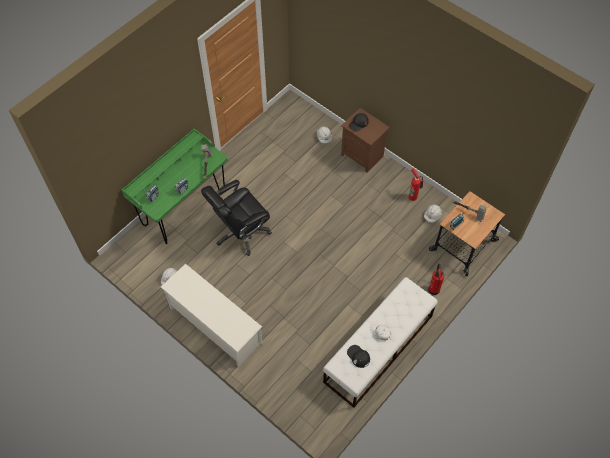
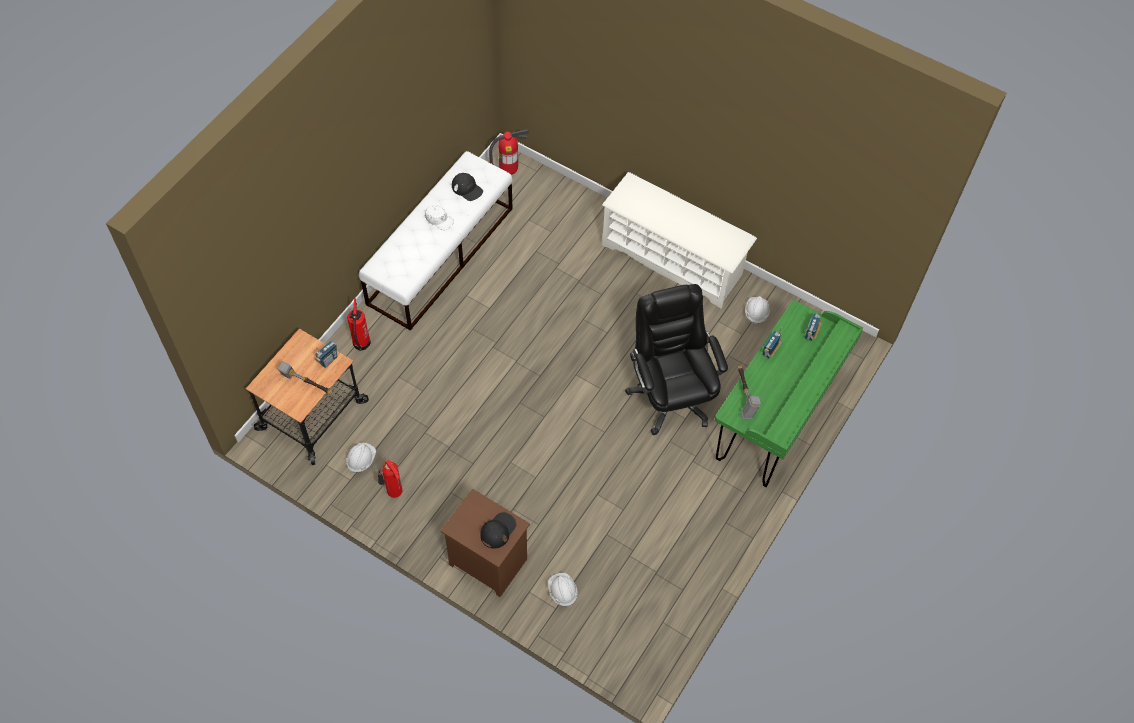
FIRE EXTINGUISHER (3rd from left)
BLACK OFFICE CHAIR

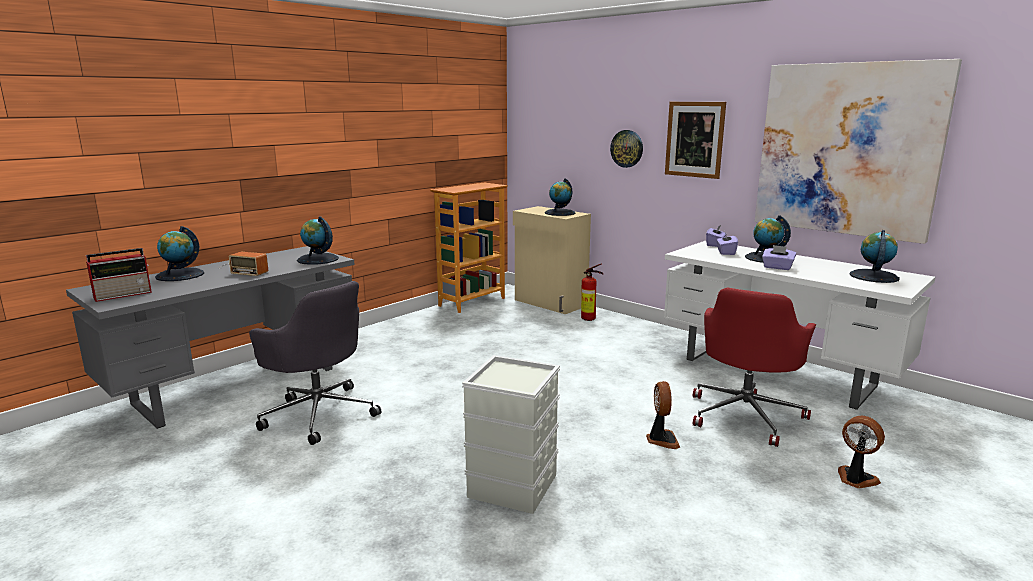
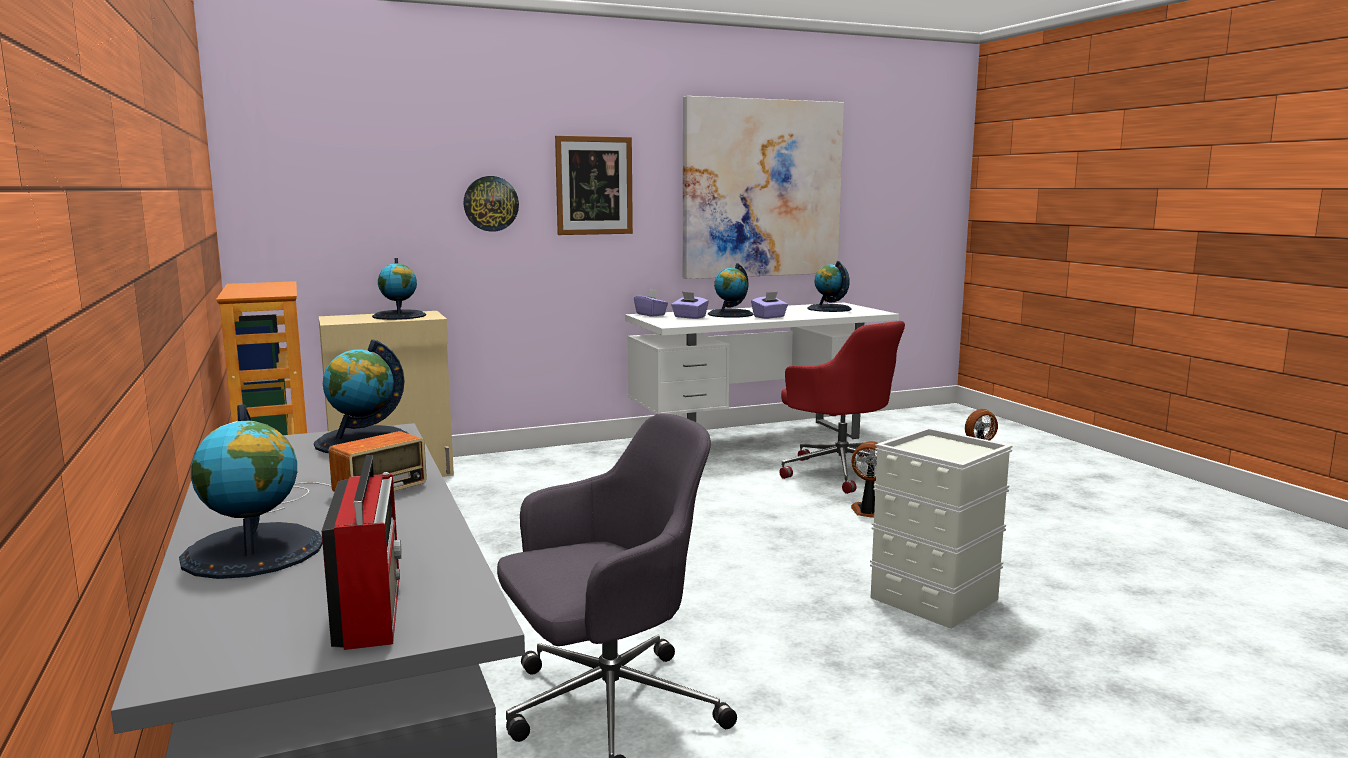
FIRE EXTINGUISHER

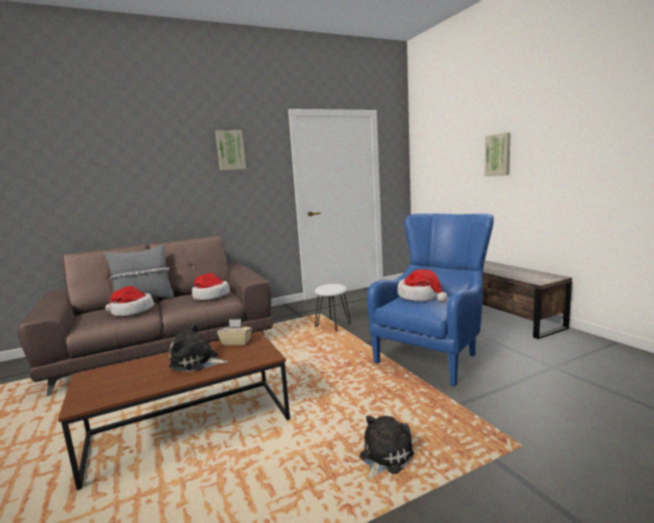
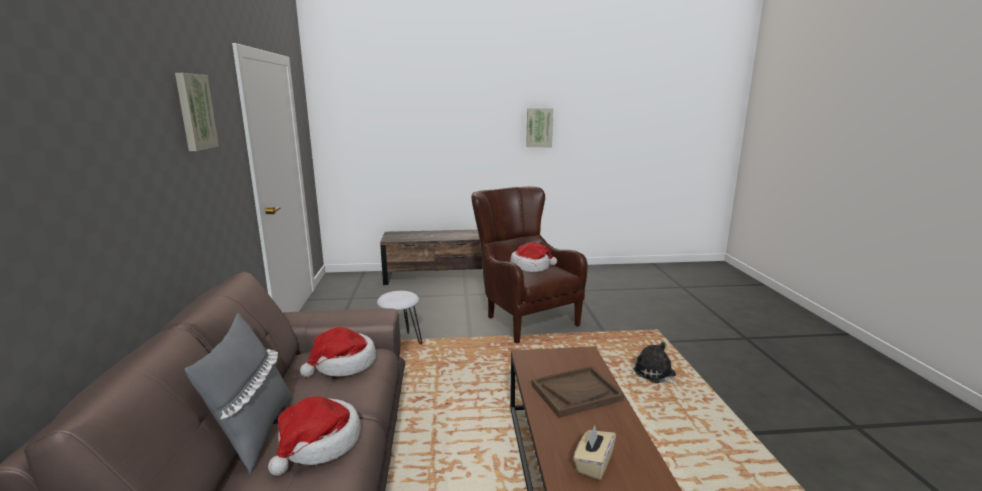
BEIGE TISSUE BOX
PICTURE (2nd from left)
BROWN TRAY
BROWN ARMCHAIR

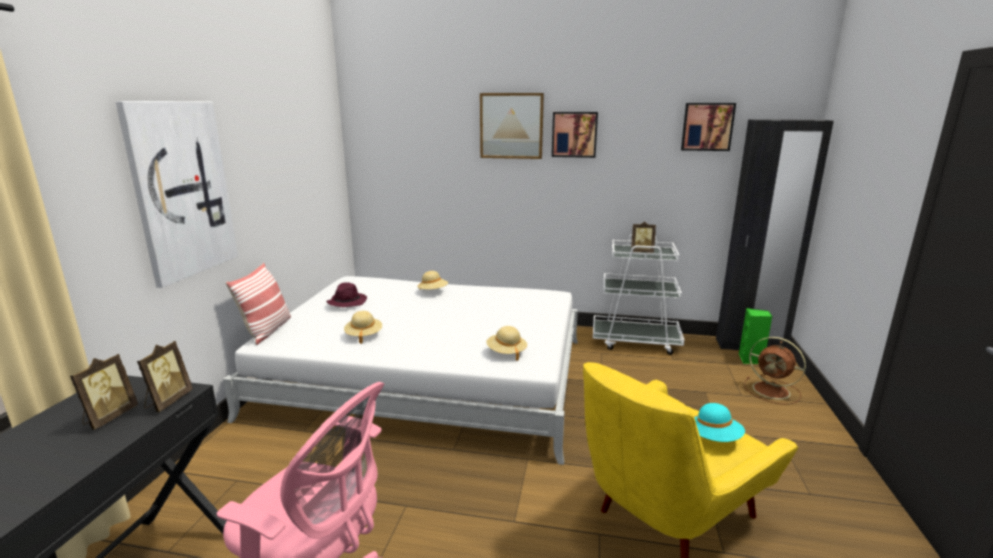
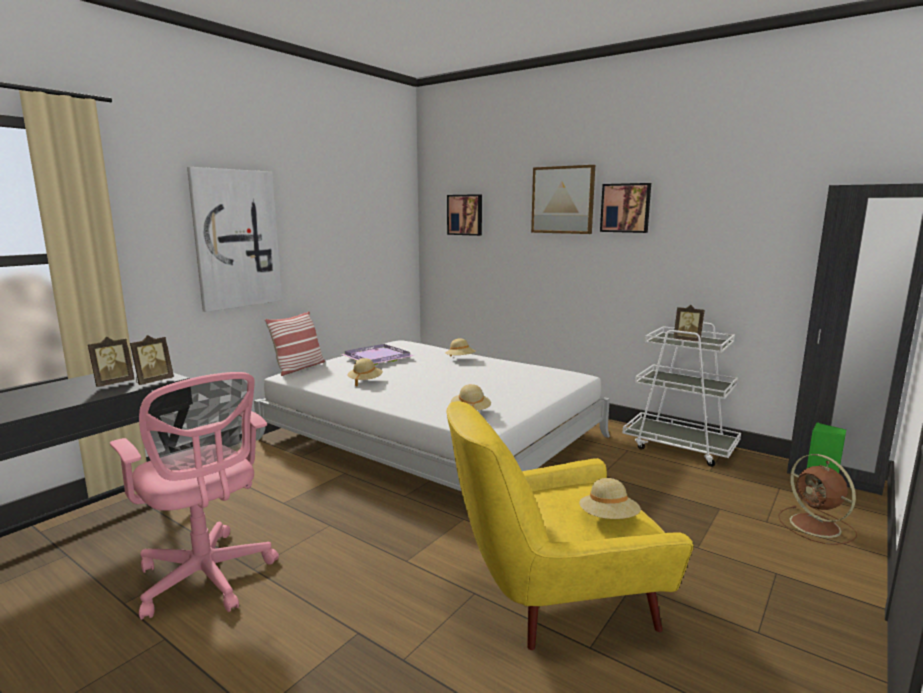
PICTURE (2nd from left)
PURPLE TRAY
BEIGE HAT (4th from left)

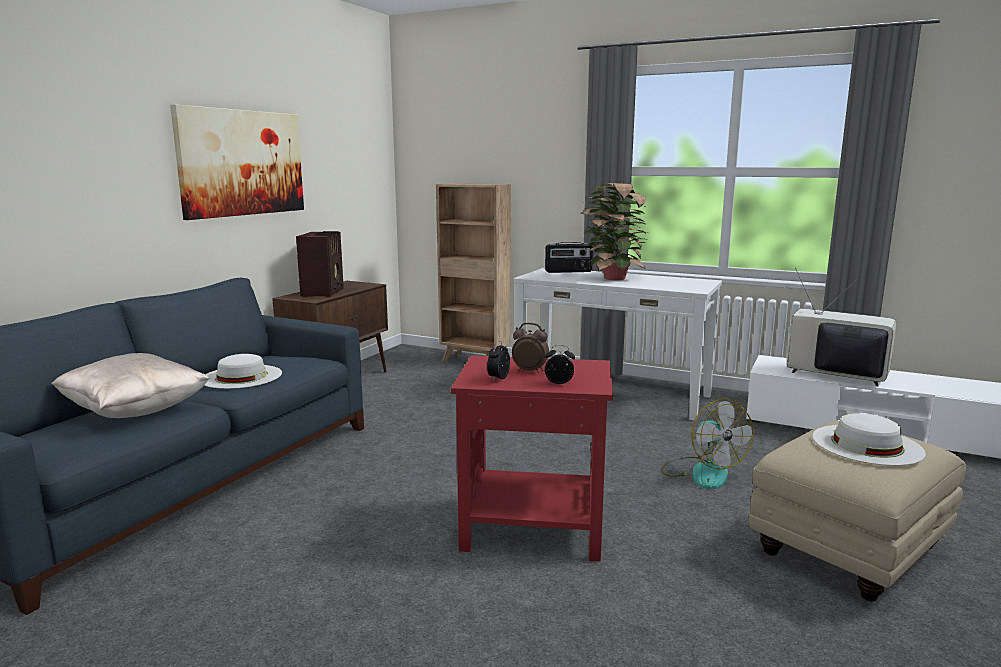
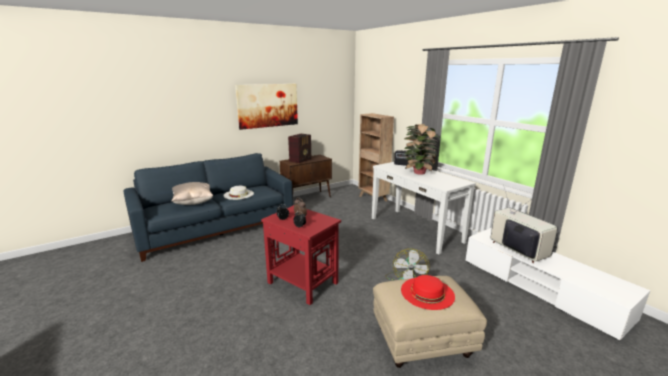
RED HAT

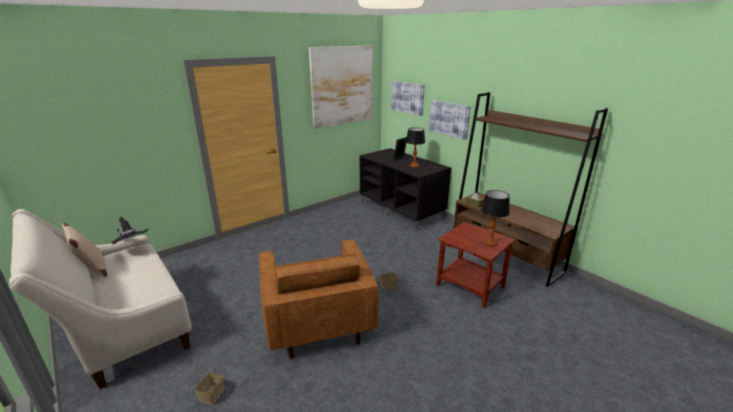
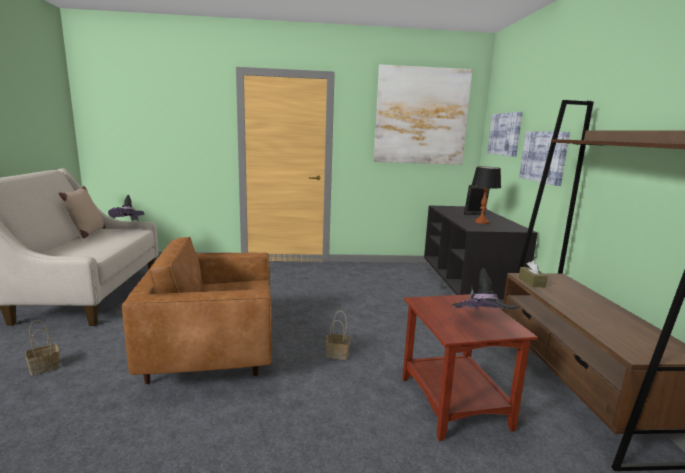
BLACK HAT (2nd from left)
BROWN ARMCHAIR

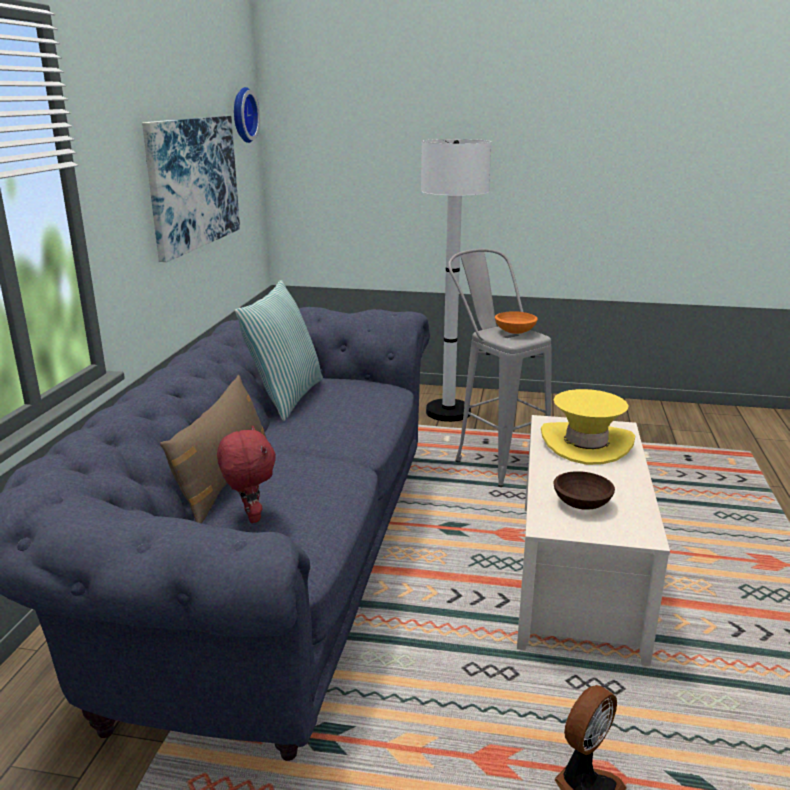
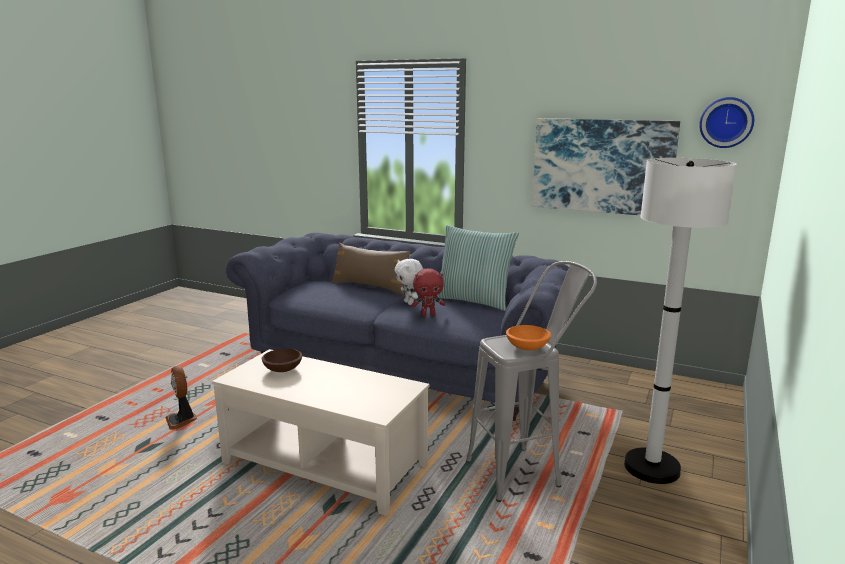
YELLOW HAT
WHITE PLUSH TOY
RED PLUSH TOY

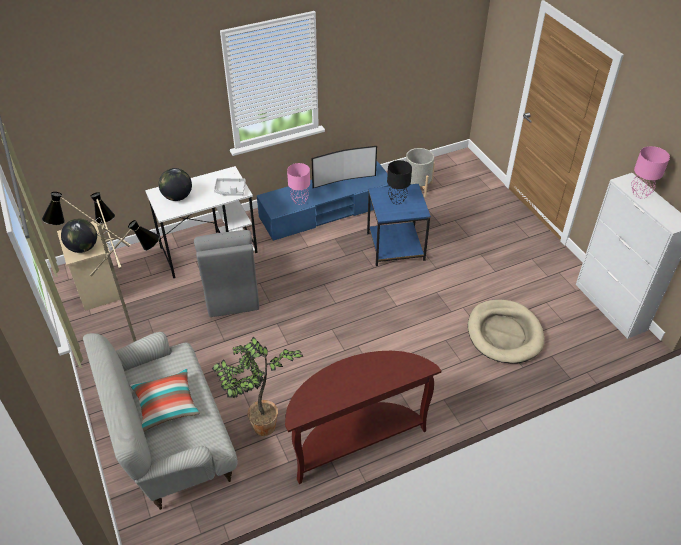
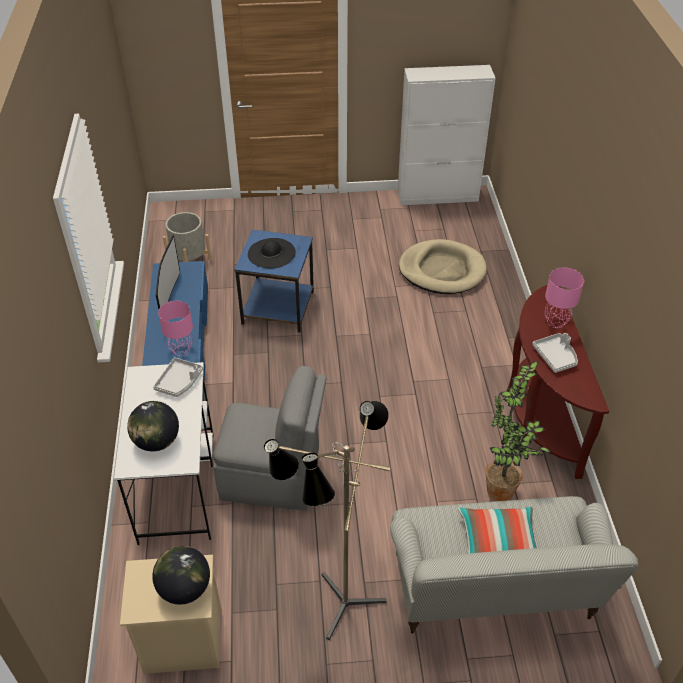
GREY TRAY (2nd from left)
PINK TABLE LAMP (2nd from left)
BLACK HAT

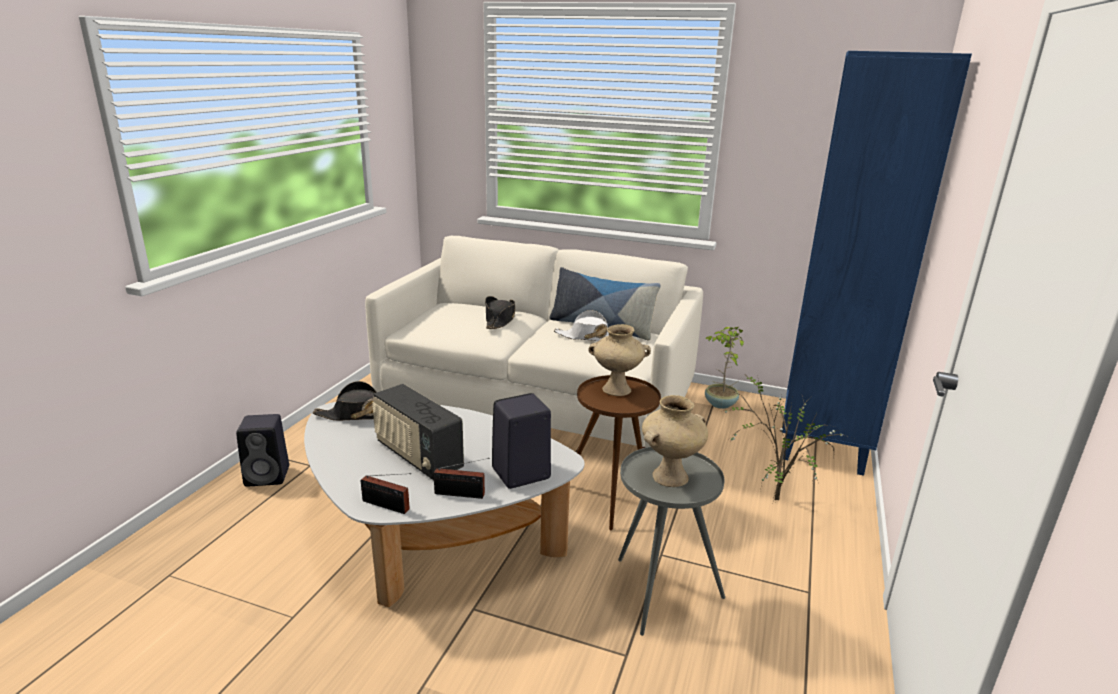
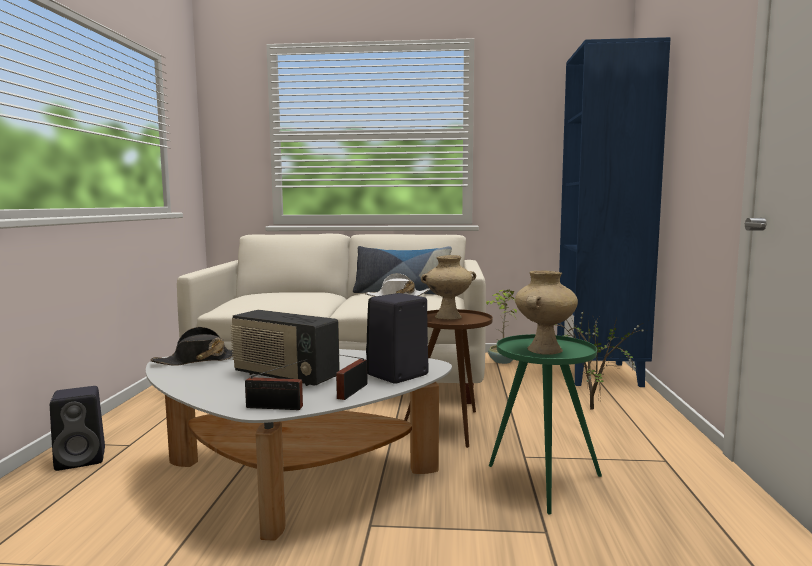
BLACK HAT (2nd from left in the first image)
GREEN SIDE TABLE
RADIO (3rd from left)

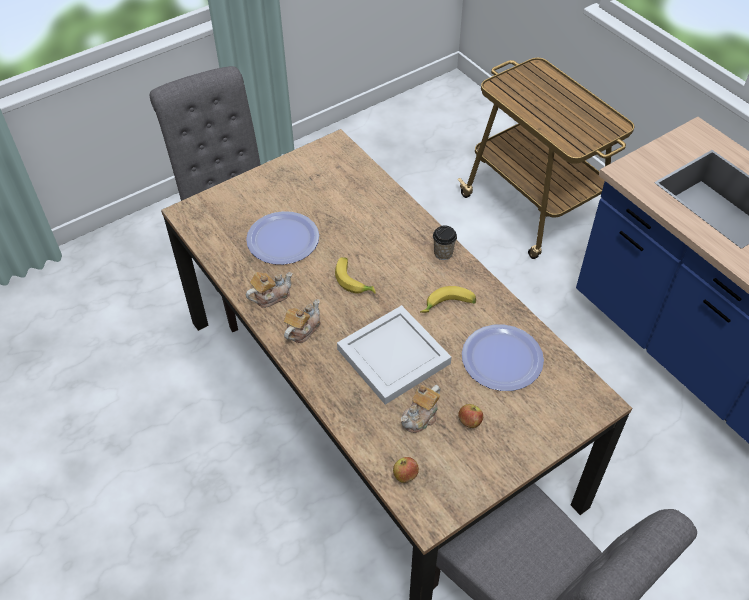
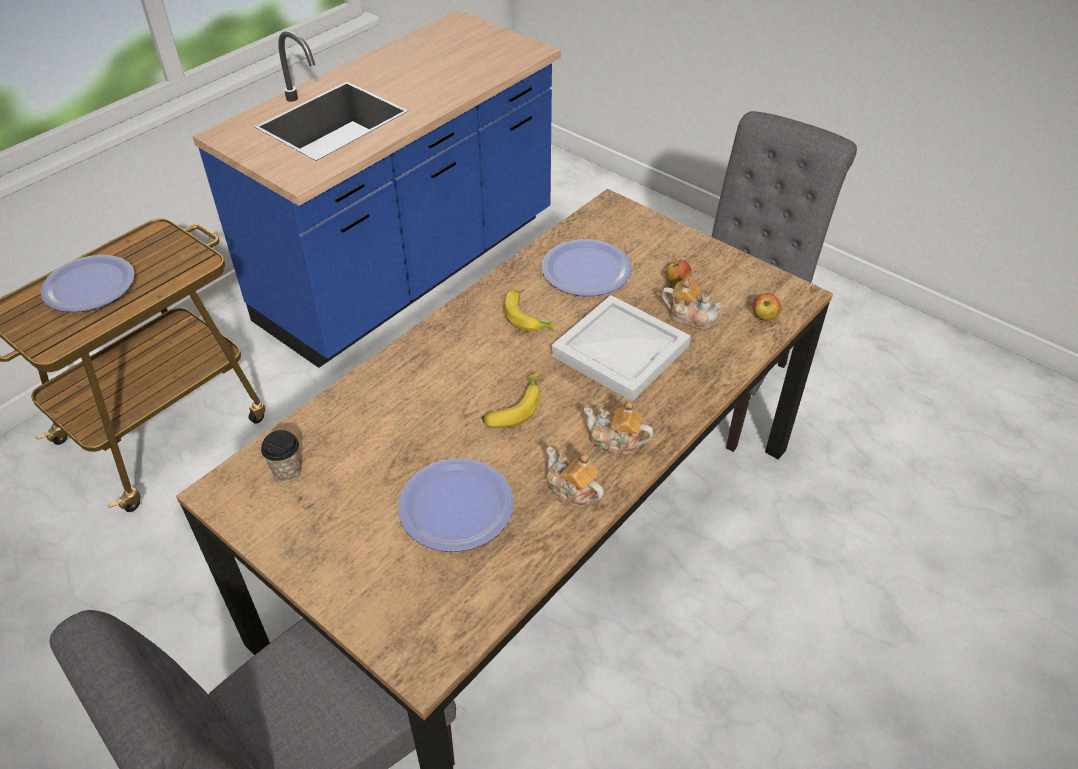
PLATE (1st from left)
CUP

